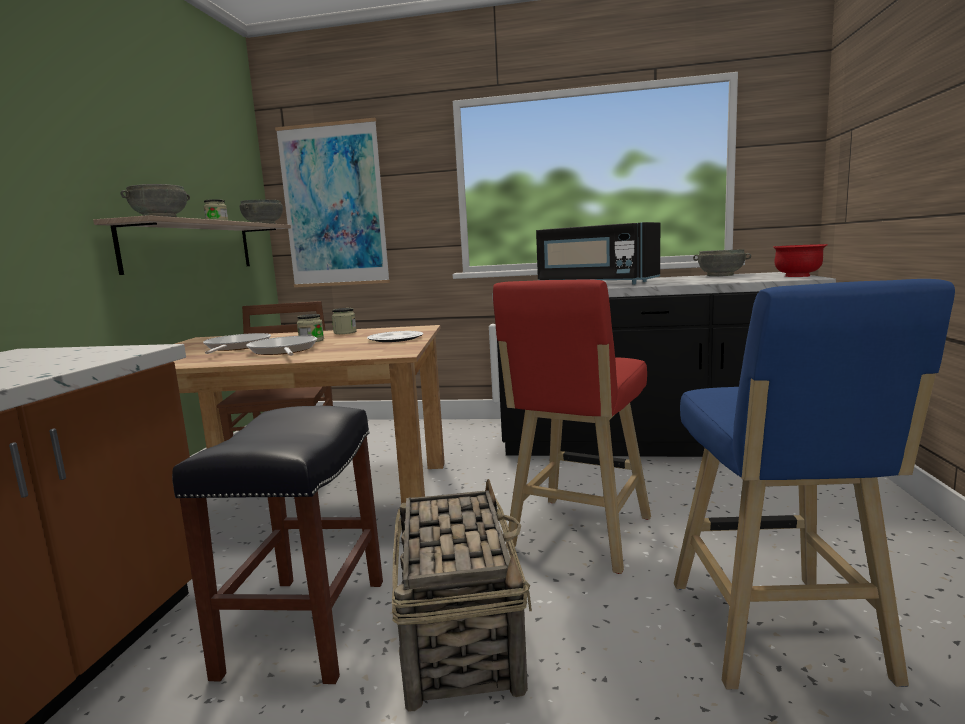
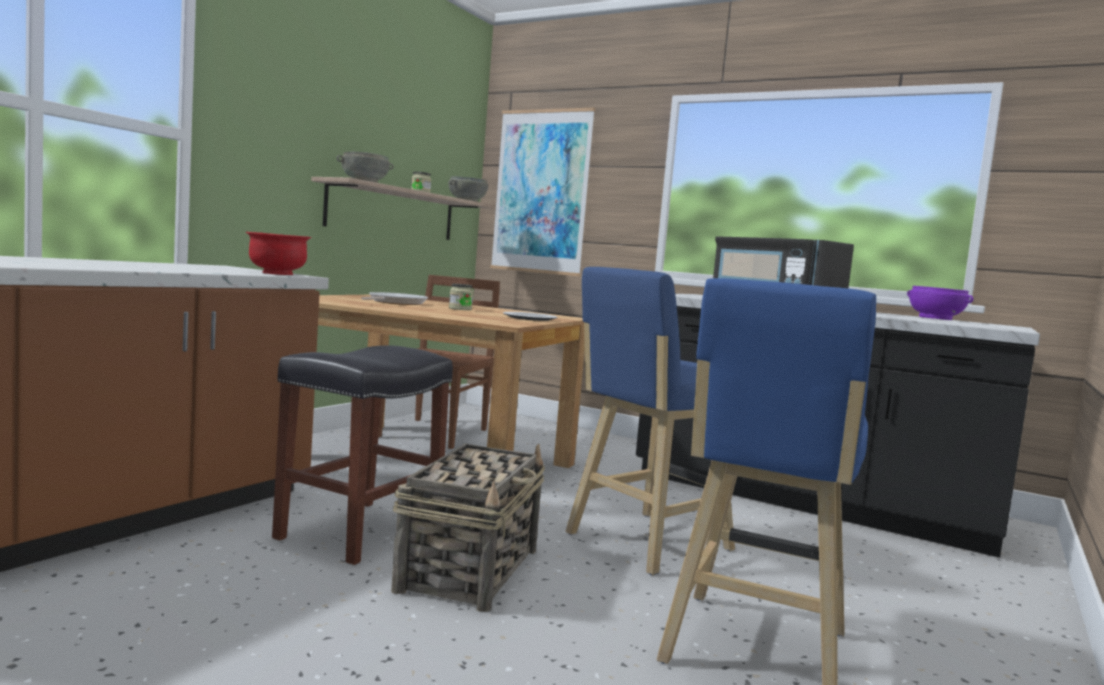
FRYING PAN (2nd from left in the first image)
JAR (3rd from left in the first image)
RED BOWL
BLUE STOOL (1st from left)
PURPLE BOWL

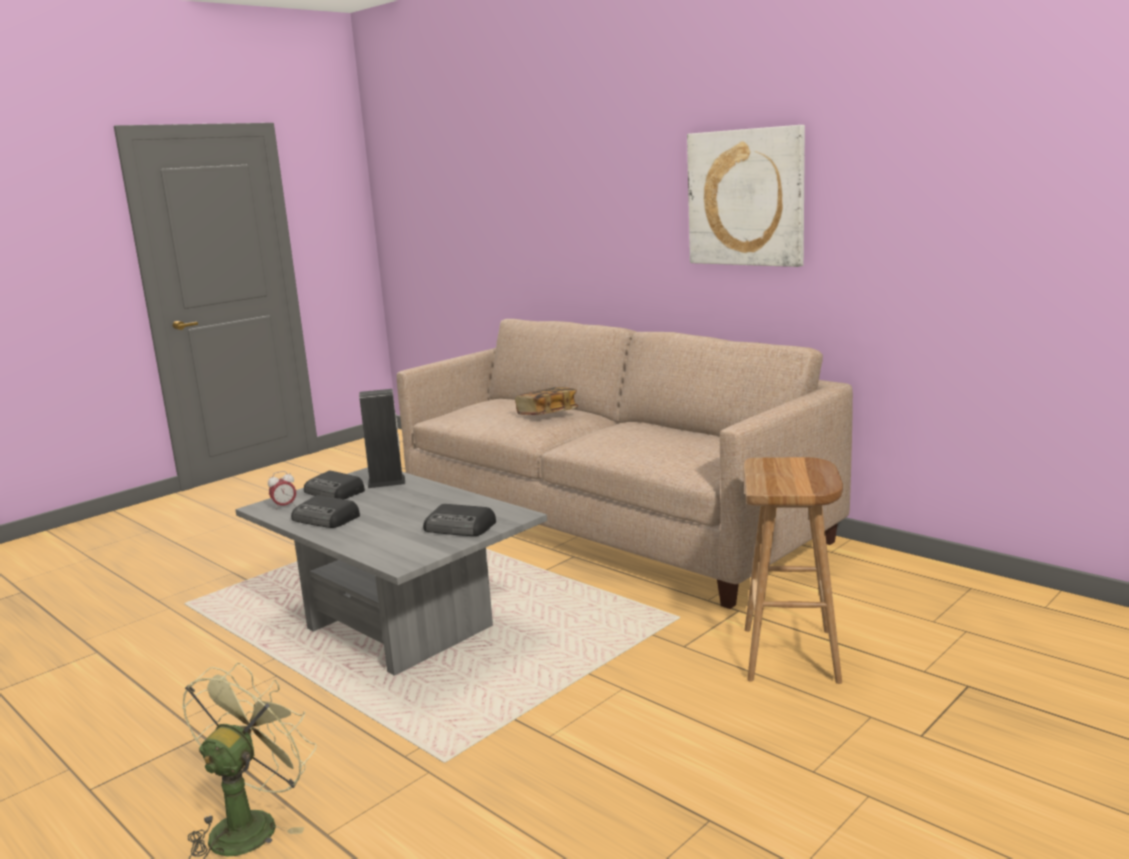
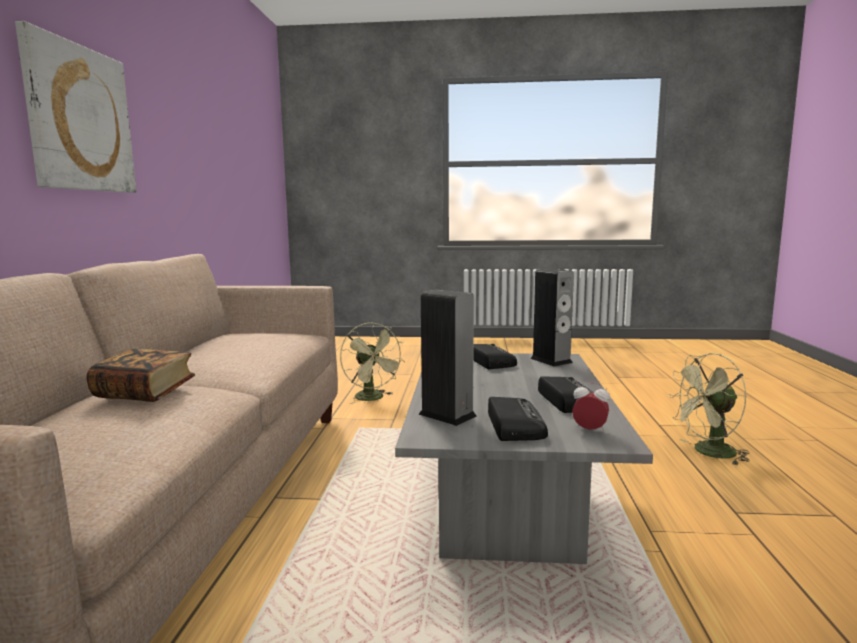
SPEAKER (2nd from left)
GREEN FAN (1st from left)

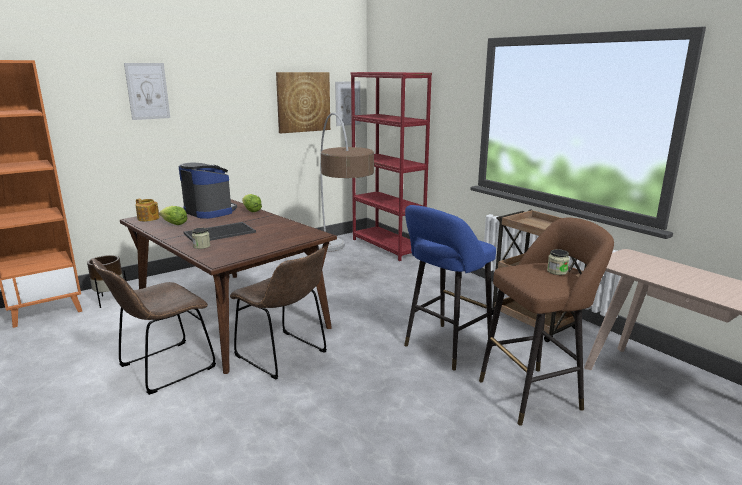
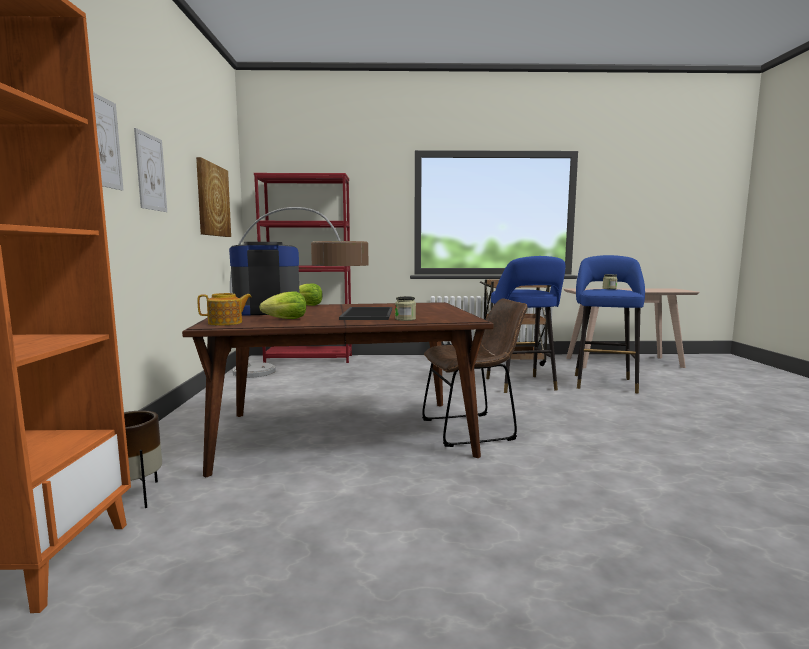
BROWN CHAIR (1st from left in the first image)
PICTURE (2nd from left)
BLUE STOOL (2nd from left)

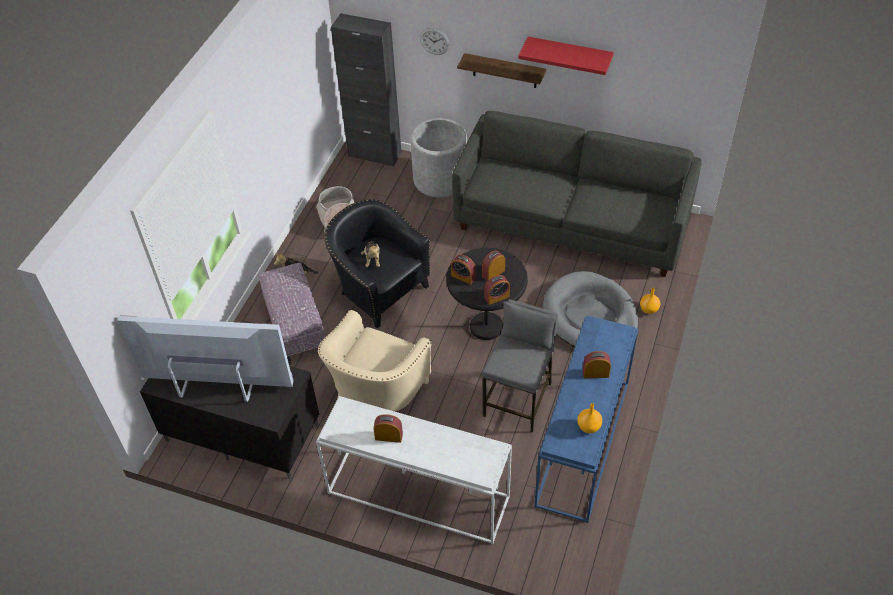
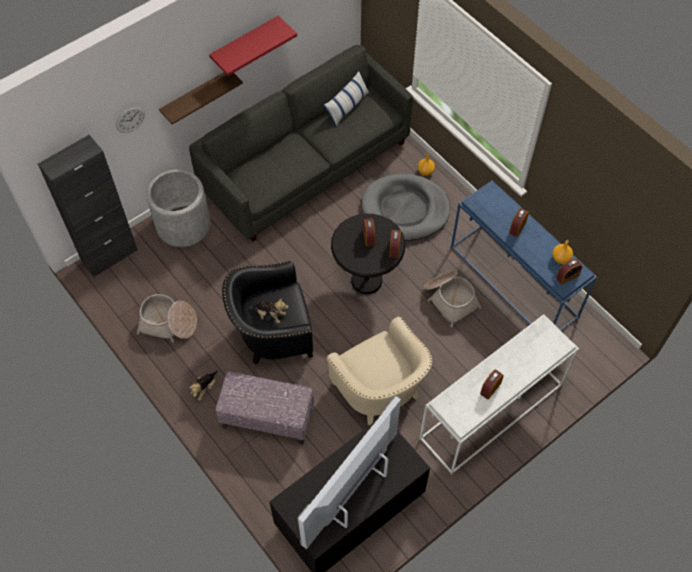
PILLOW
ALARM CLOCK (5th from left)
BASKET (2nd from left)

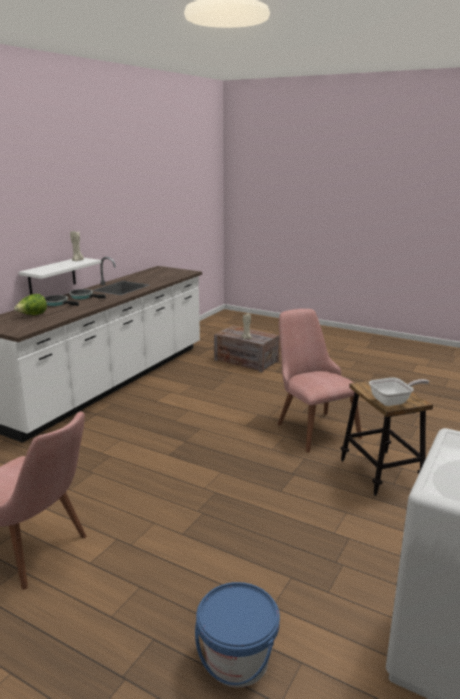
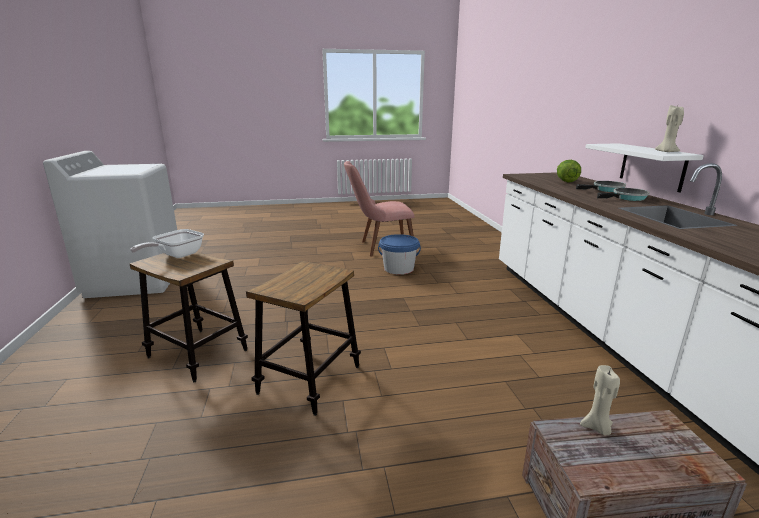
BLUE BUCKET
STOOL (2nd from left)

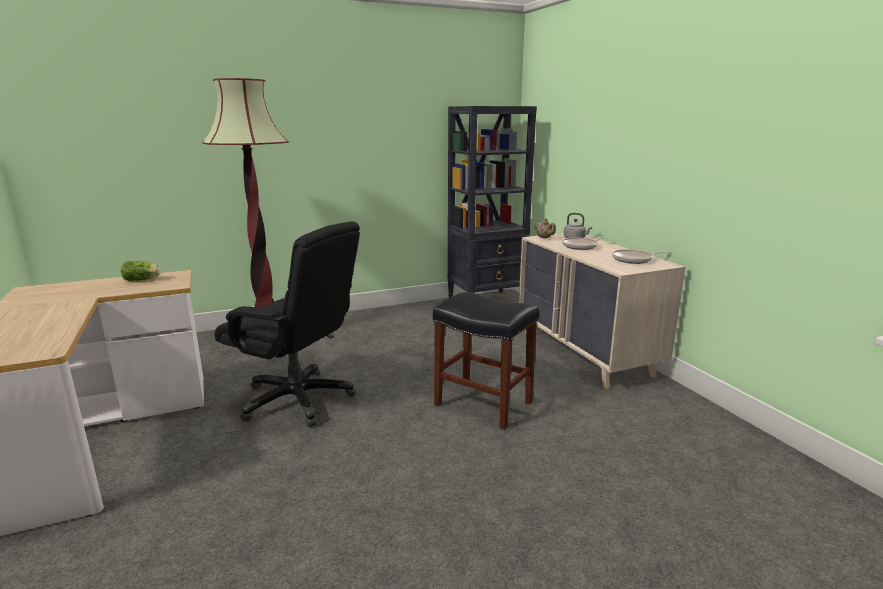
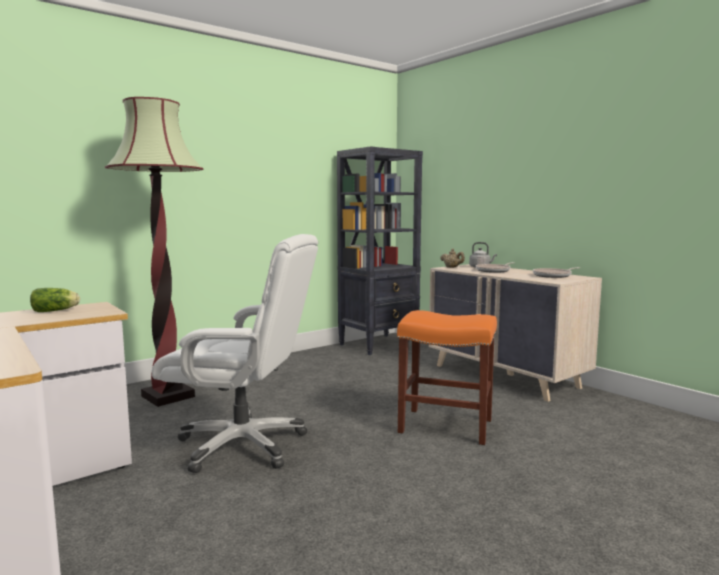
WHITE OFFICE CHAIR
ORANGE STOOL

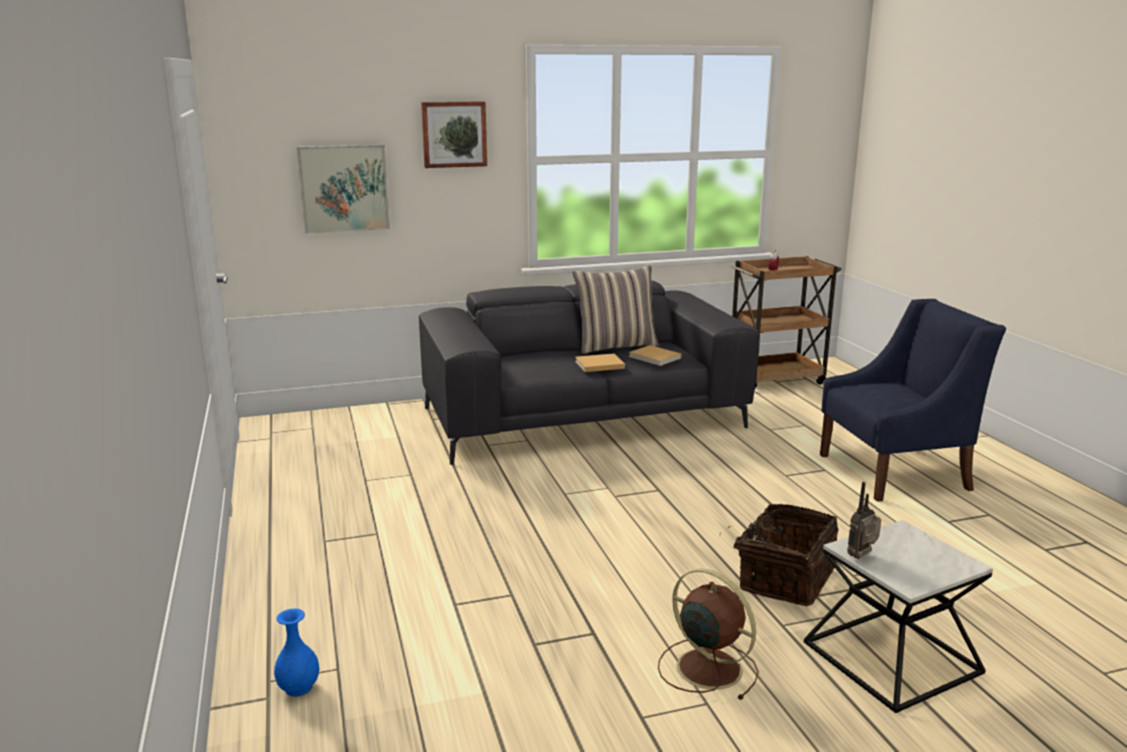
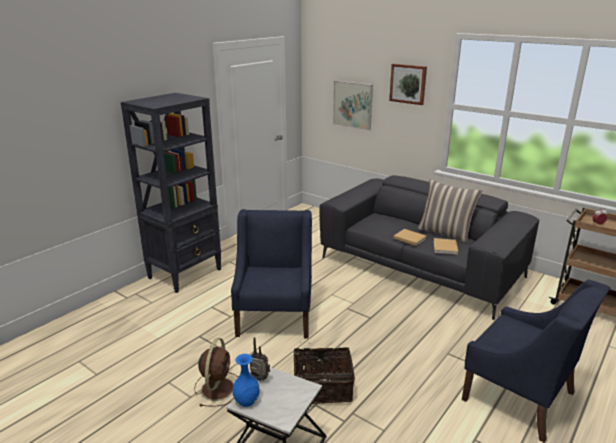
BLACK BOOKCASE
BLUE ARMCHAIR (1st from left)
BLUE VASE

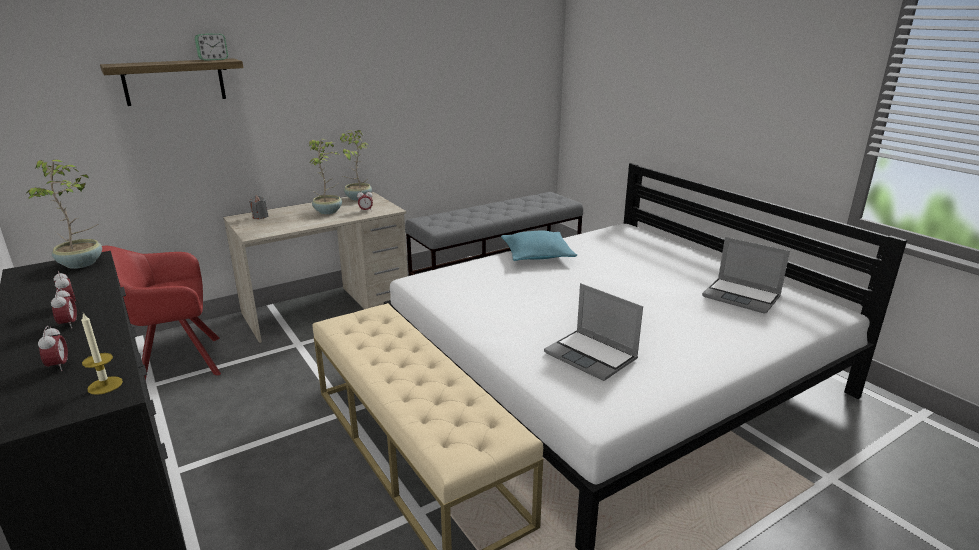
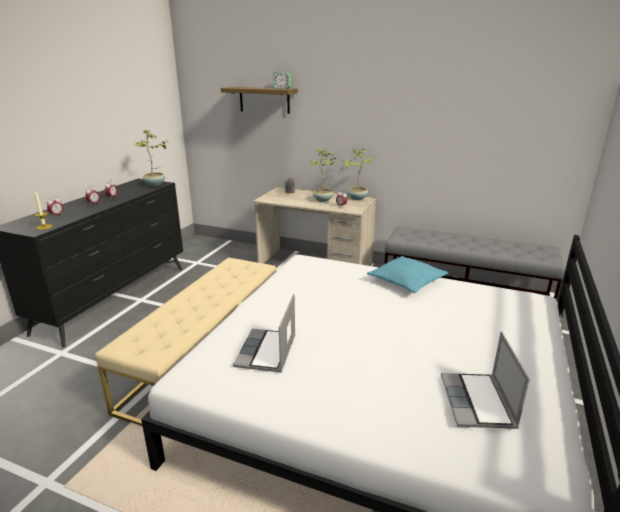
RED ARMCHAIR

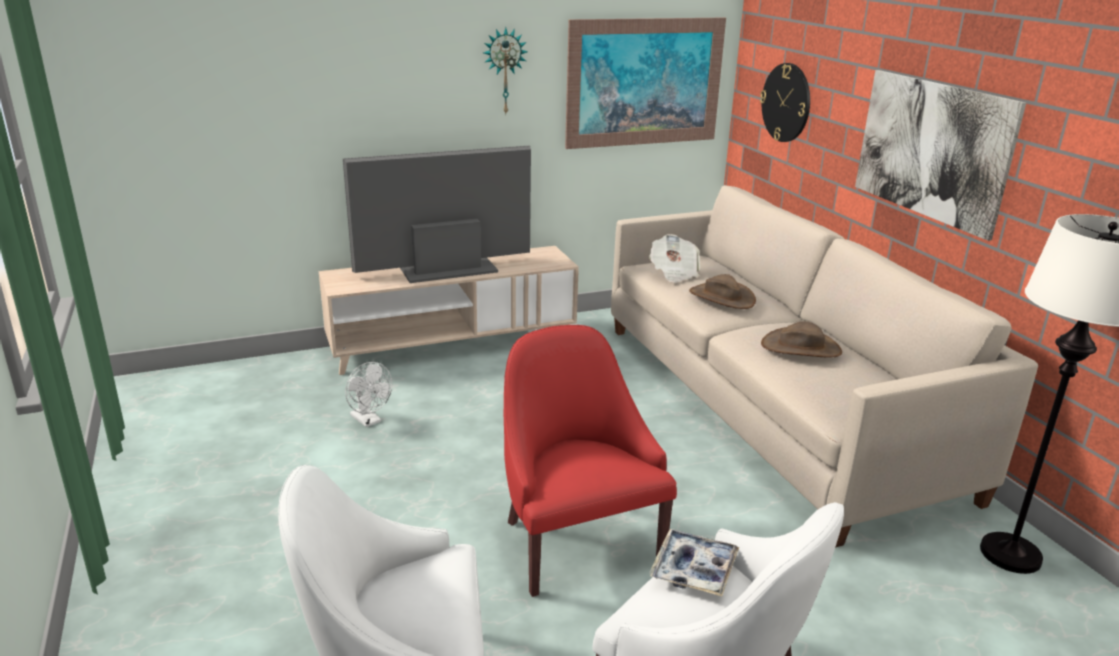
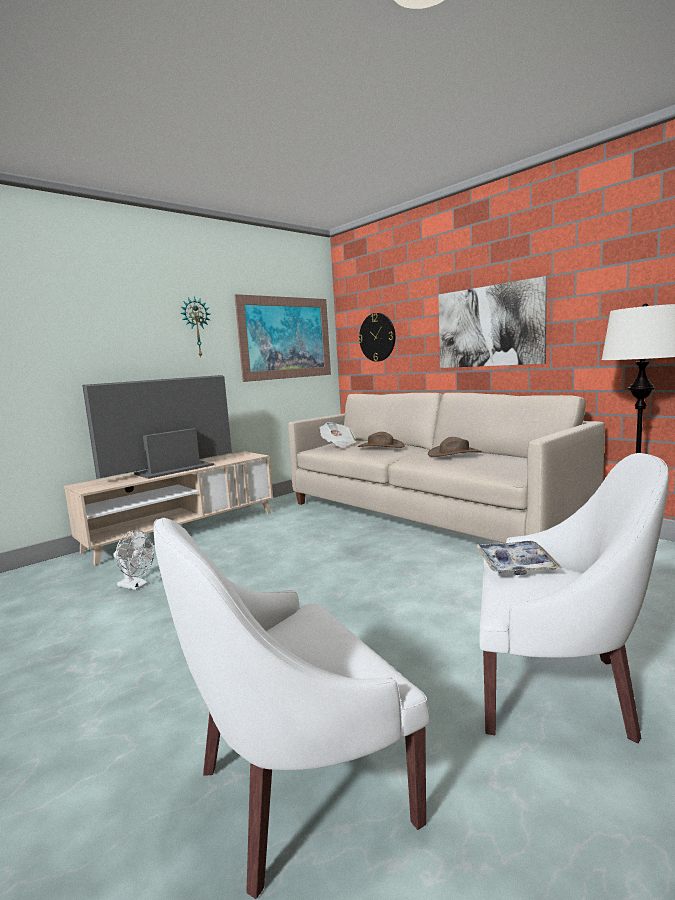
RED ARMCHAIR

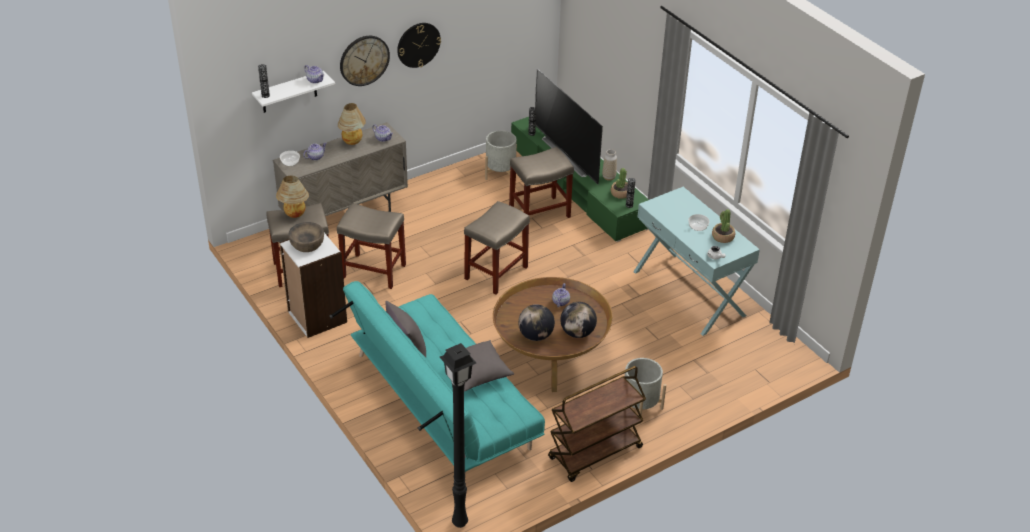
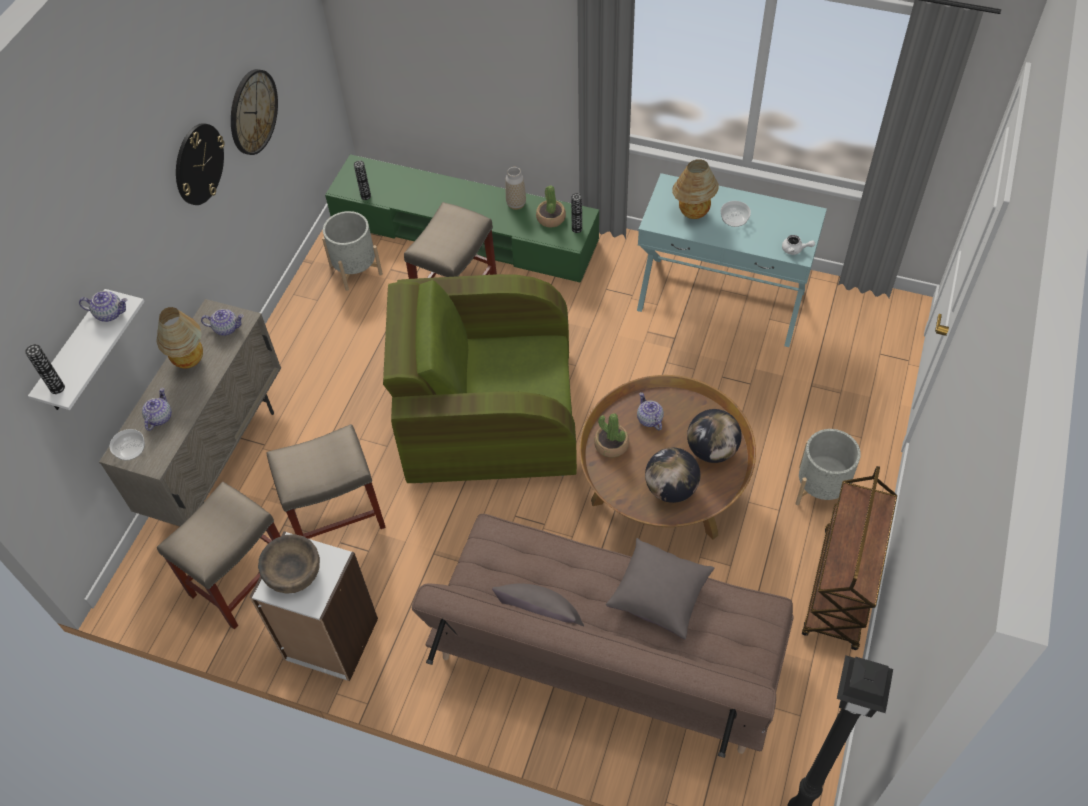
TELEVISION
TABLE LAMP (2nd from left)
WALL CLOCK (2nd from left)
POTTED PLANT (2nd from left)
GREEN ARMCHAIR
BROWN SOFA

